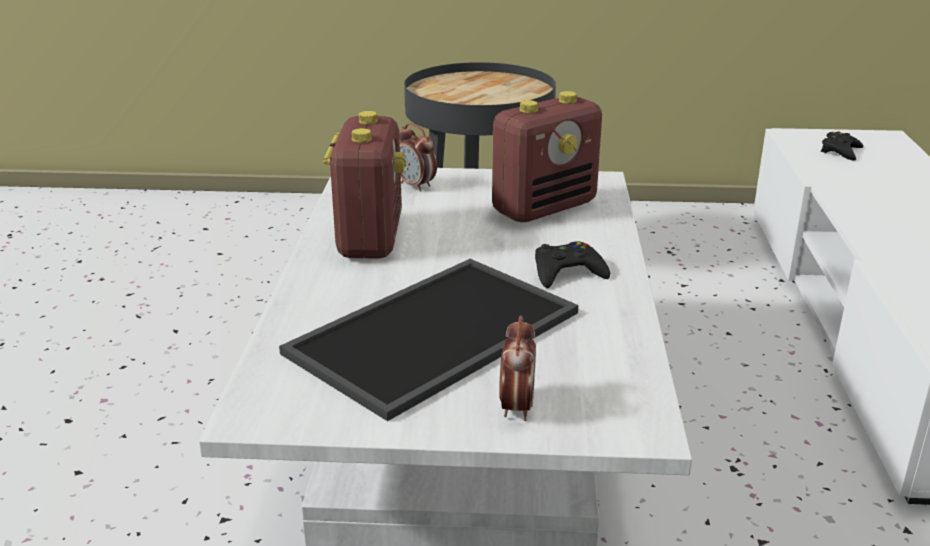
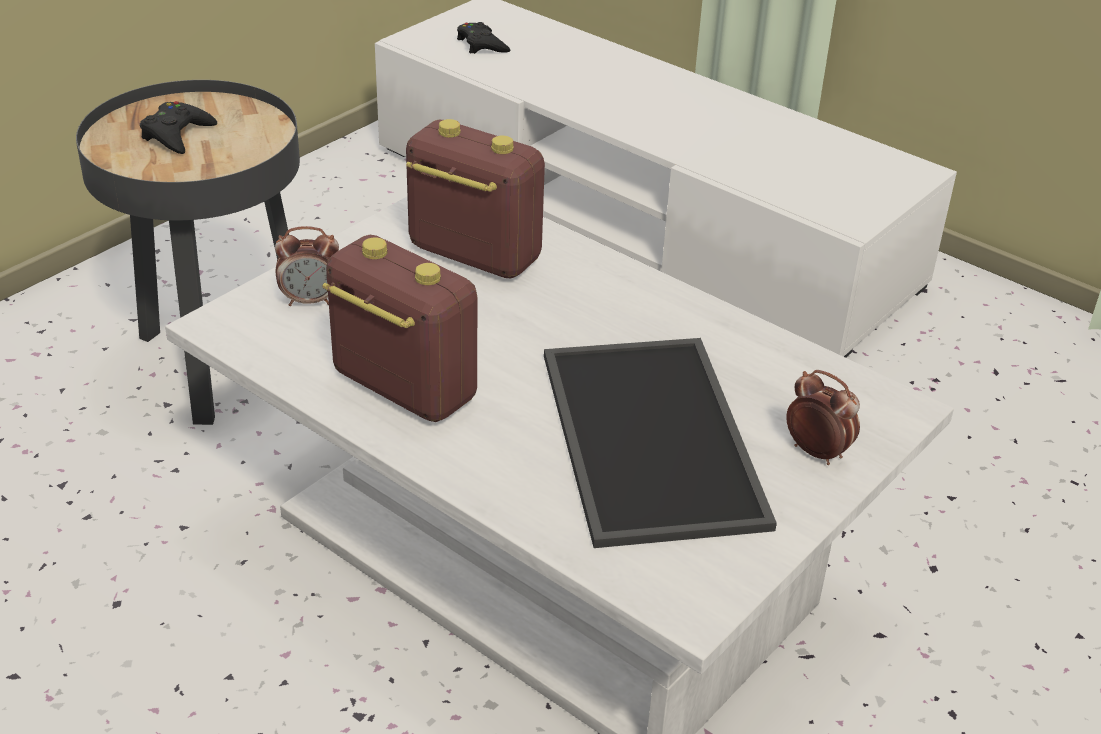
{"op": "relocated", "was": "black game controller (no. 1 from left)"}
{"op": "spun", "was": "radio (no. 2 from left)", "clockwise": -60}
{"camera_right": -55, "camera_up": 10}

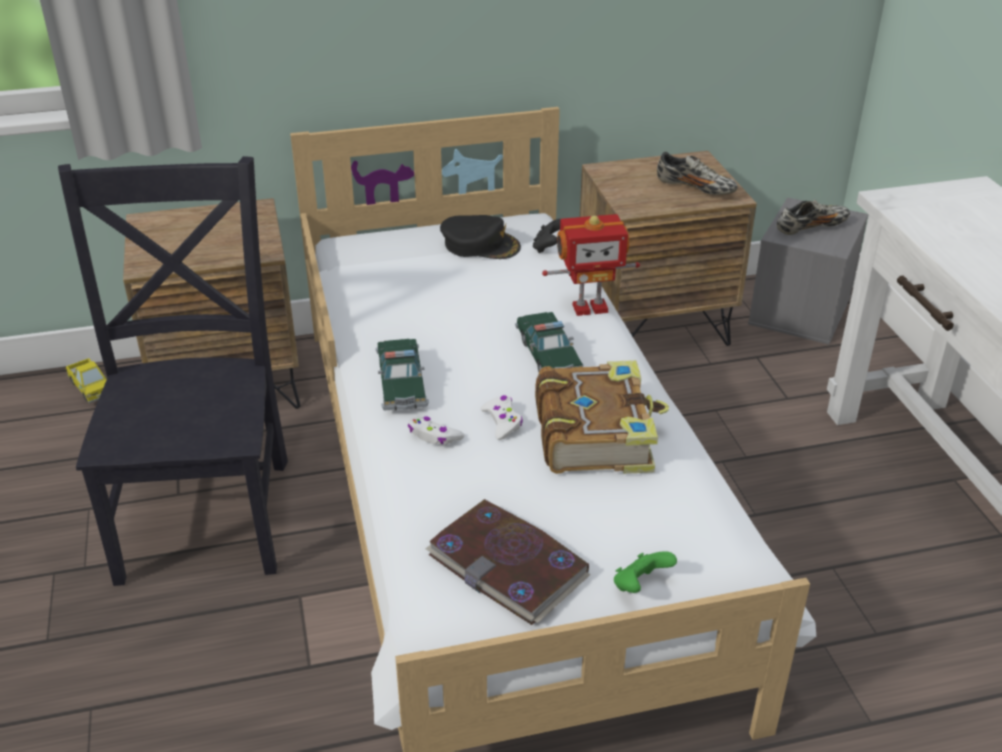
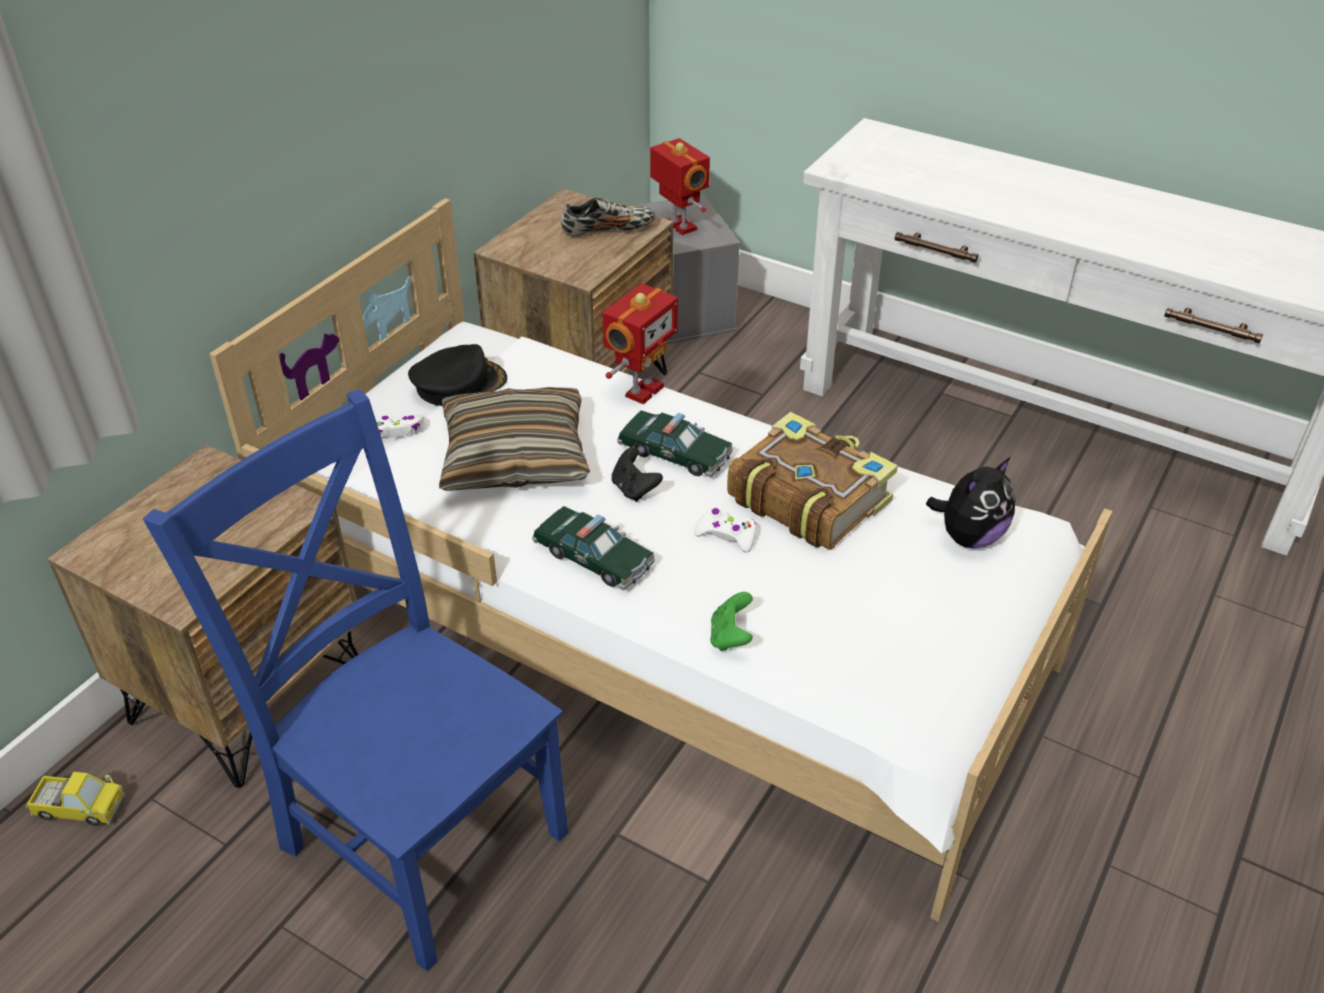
{"op": "missing", "was": "book (no. 1 from left)"}
{"op": "appeared", "now": "pillow"}
{"op": "appeared", "now": "plush toy"}
{"op": "relocated", "was": "white game controller (no. 1 from left)"}
{"op": "relocated", "was": "black game controller"}
{"op": "relocated", "was": "green game controller"}
{"op": "exchanged", "was": "shoe (no. 2 from left)", "now": "toy robot (no. 2 from left)"}
{"op": "colour", "was": "black chair", "now": "blue chair"}
{"camera_right": -45, "camera_up": 5}

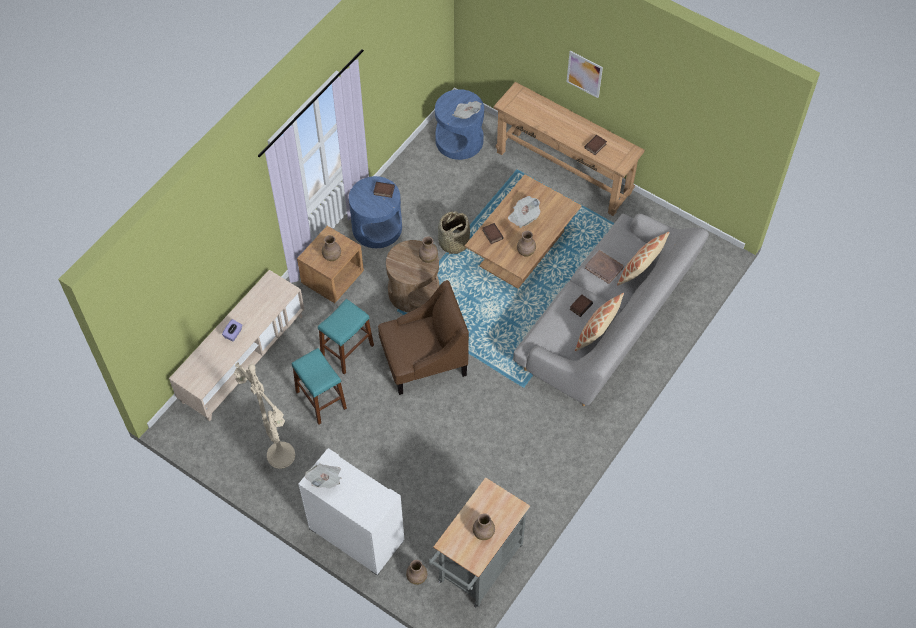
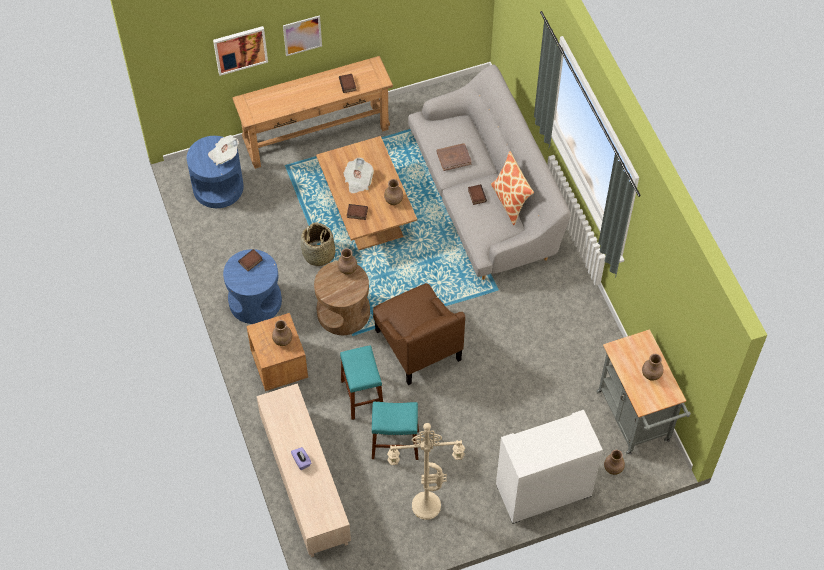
{"op": "missing", "was": "newspaper (no. 1 from left)"}
{"op": "missing", "was": "pillow (no. 2 from left)"}
{"op": "appeared", "now": "picture (no. 1 from left)"}
{"op": "spun", "was": "brown armchair", "clockwise": 135}
{"camera_right": -55, "camera_up": 0}

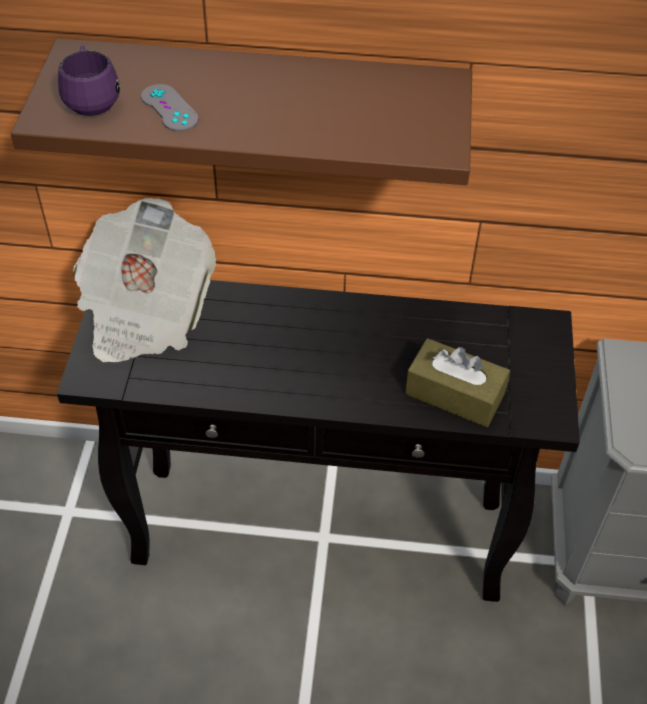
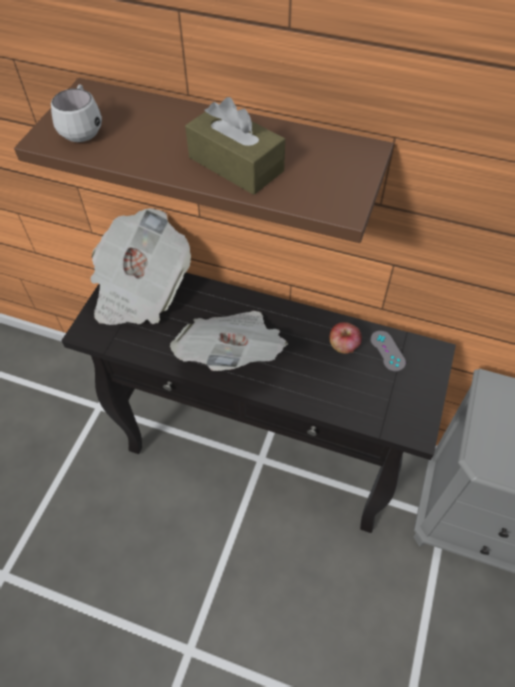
{"op": "appeared", "now": "newspaper (no. 2 from left)"}
{"op": "appeared", "now": "apple"}
{"op": "relocated", "was": "grey game controller"}
{"op": "relocated", "was": "brown tissue box"}
{"op": "colour", "was": "purple mug", "now": "white mug"}
{"camera_right": 15, "camera_up": 5}

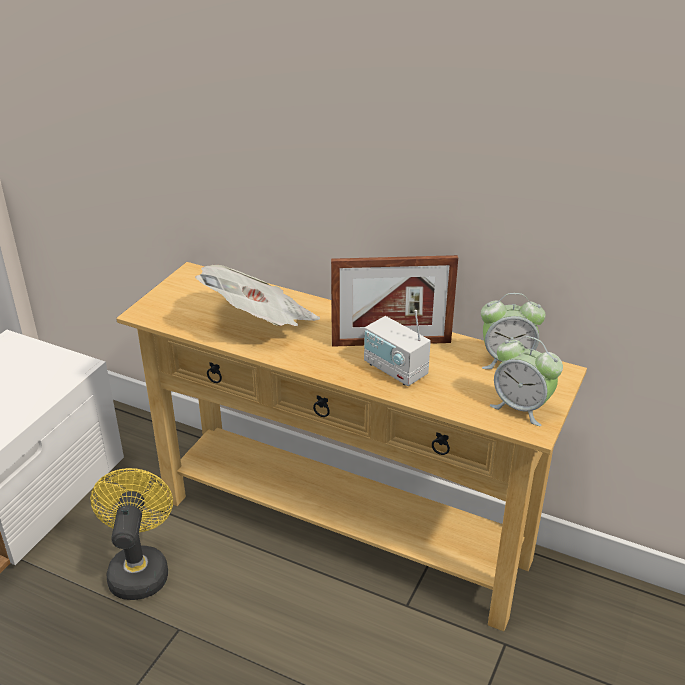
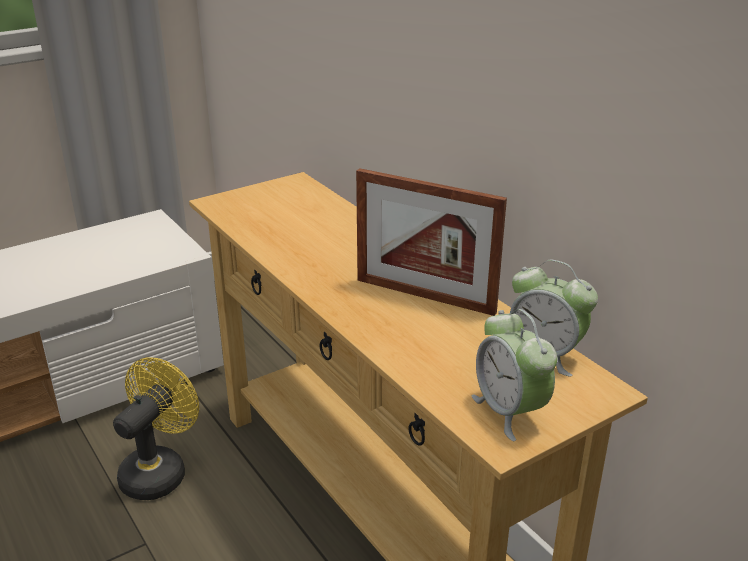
{"op": "missing", "was": "newspaper"}
{"op": "missing", "was": "radio"}
{"camera_right": 30, "camera_up": -5}

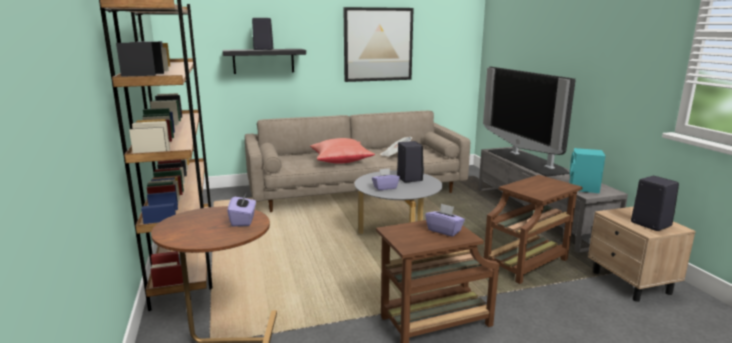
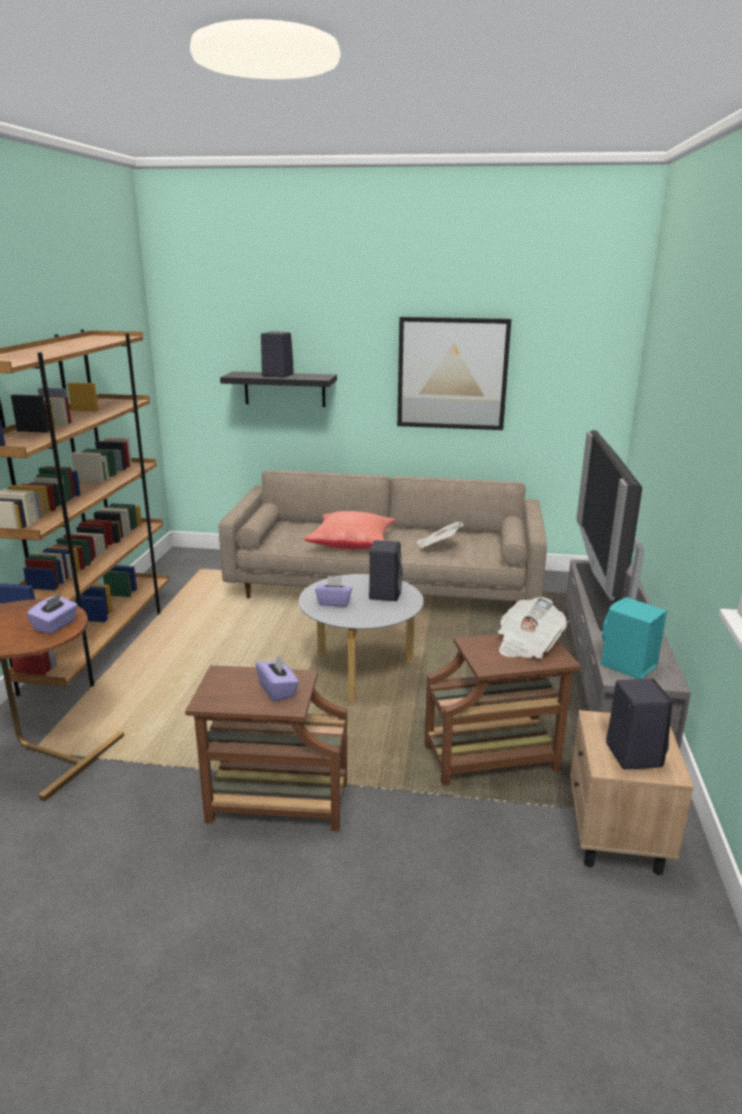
{"op": "appeared", "now": "newspaper (no. 2 from left)"}
{"camera_right": 25, "camera_up": 5}

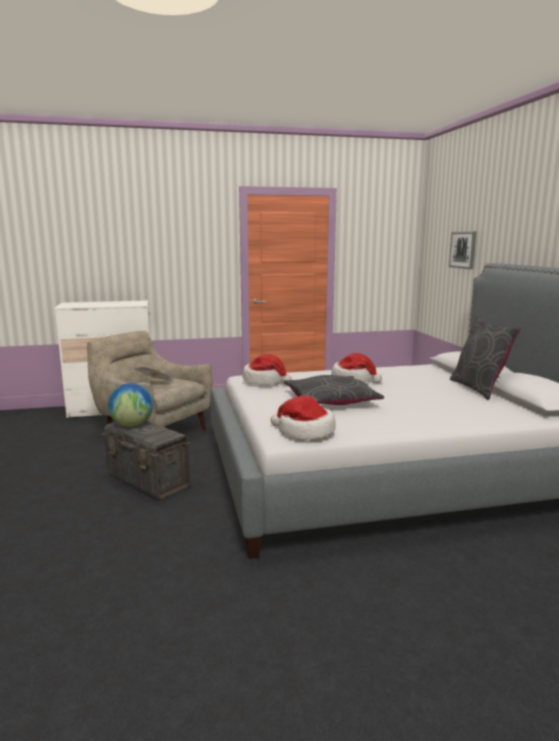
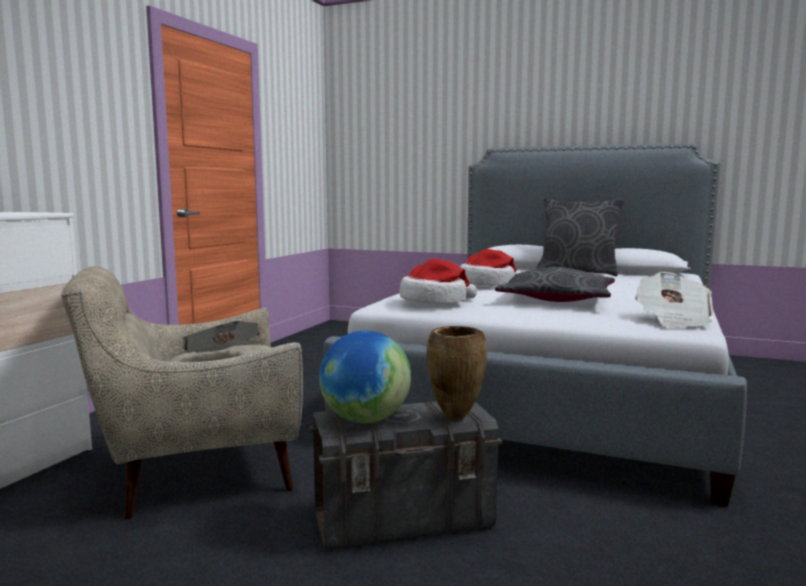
{"op": "missing", "was": "picture"}
{"op": "appeared", "now": "brown vase"}
{"op": "exchanged", "was": "hat (no. 2 from left)", "now": "newspaper (no. 2 from left)"}
{"camera_right": -55, "camera_up": -5}

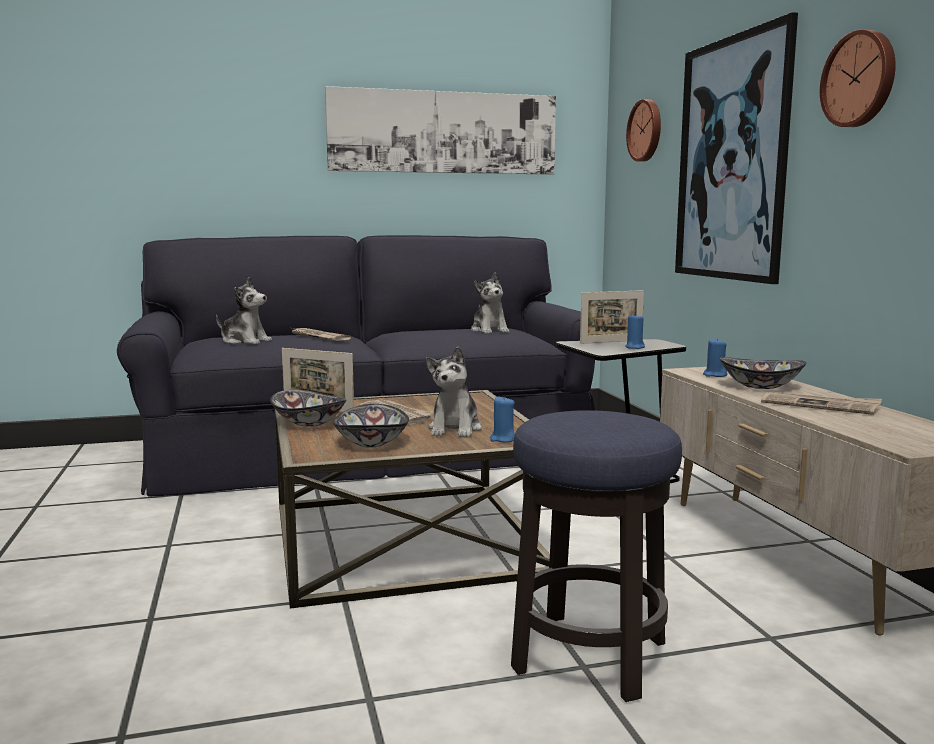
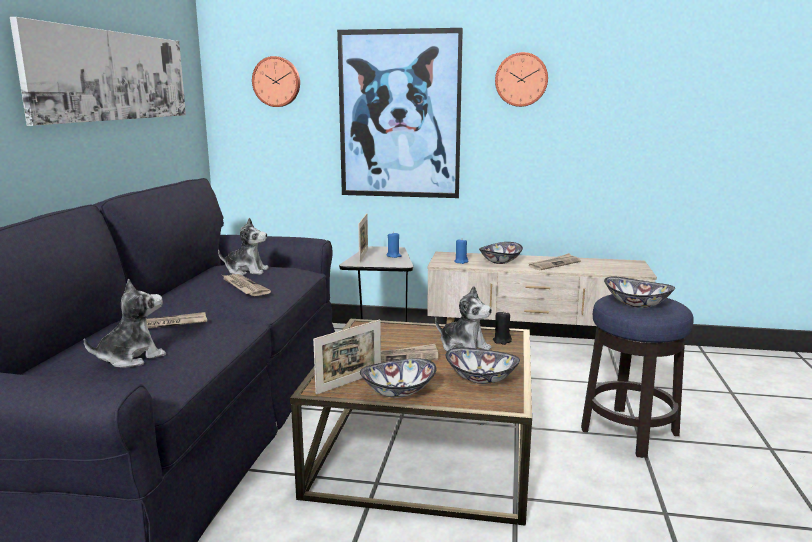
{"op": "appeared", "now": "newspaper (no. 2 from left)"}
{"op": "appeared", "now": "bowl (no. 4 from left)"}
{"op": "colour", "was": "blue candle (no. 1 from left)", "now": "black candle"}
{"camera_right": -65, "camera_up": 5}

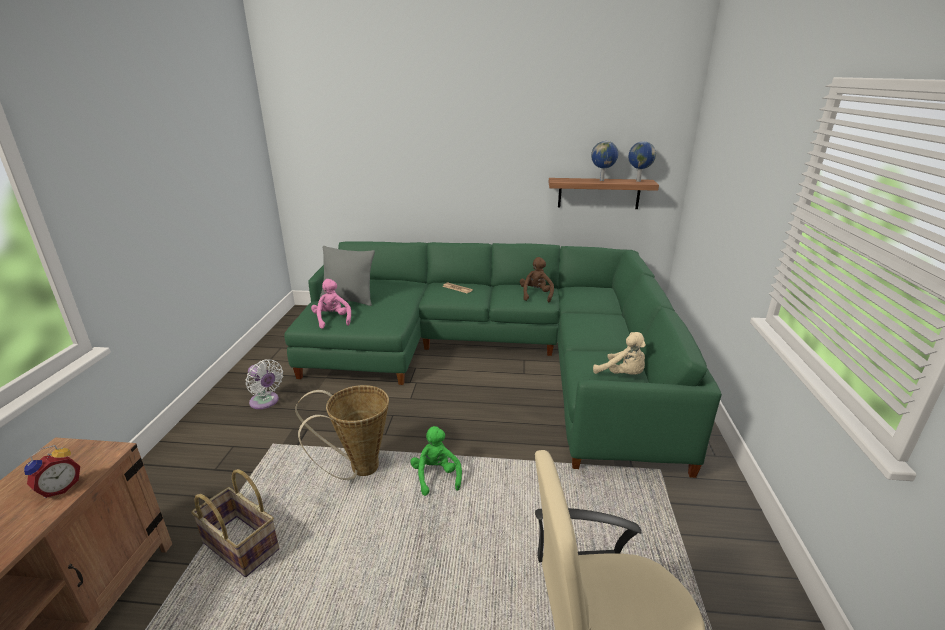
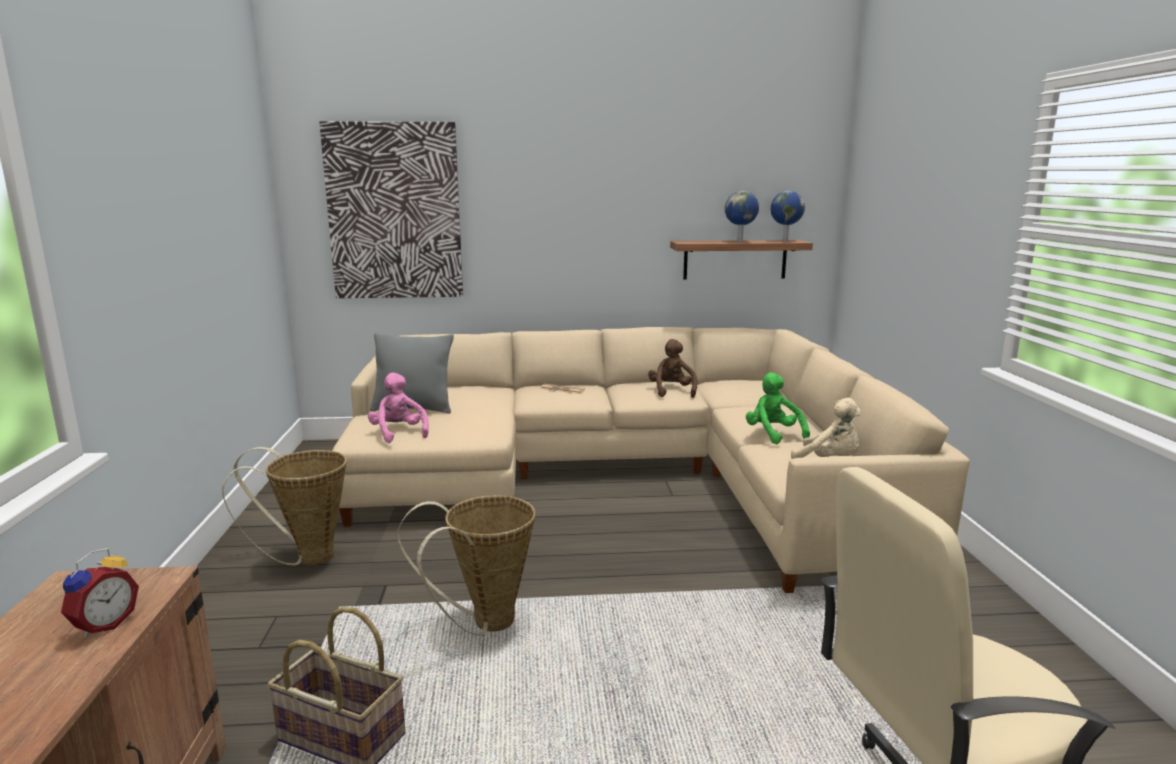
{"op": "appeared", "now": "picture"}
{"op": "relocated", "was": "green plush toy"}
{"op": "exchanged", "was": "white fan", "now": "basket (no. 1 from left)"}
{"op": "colour", "was": "green sofa", "now": "beige sofa"}
{"camera_right": -10, "camera_up": -10}

